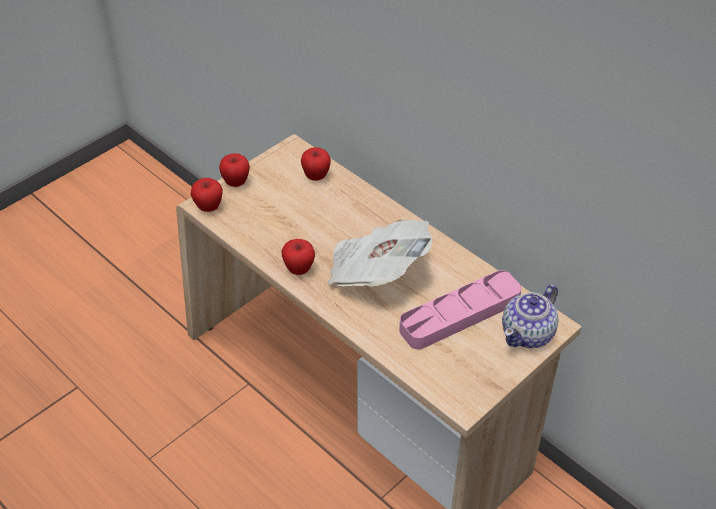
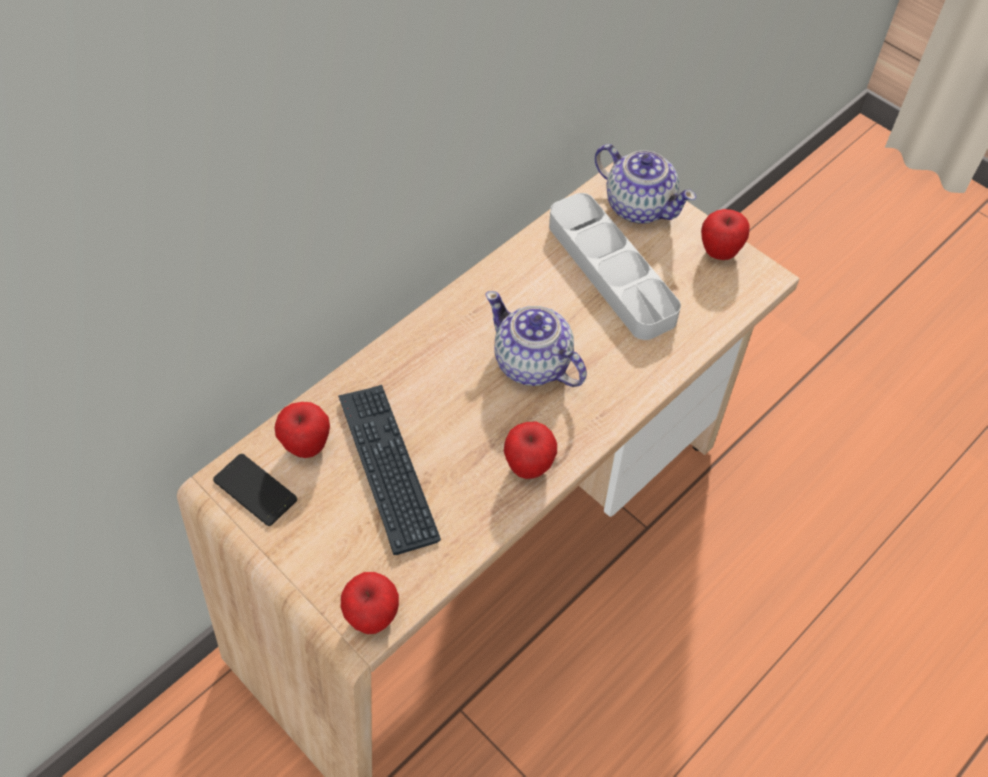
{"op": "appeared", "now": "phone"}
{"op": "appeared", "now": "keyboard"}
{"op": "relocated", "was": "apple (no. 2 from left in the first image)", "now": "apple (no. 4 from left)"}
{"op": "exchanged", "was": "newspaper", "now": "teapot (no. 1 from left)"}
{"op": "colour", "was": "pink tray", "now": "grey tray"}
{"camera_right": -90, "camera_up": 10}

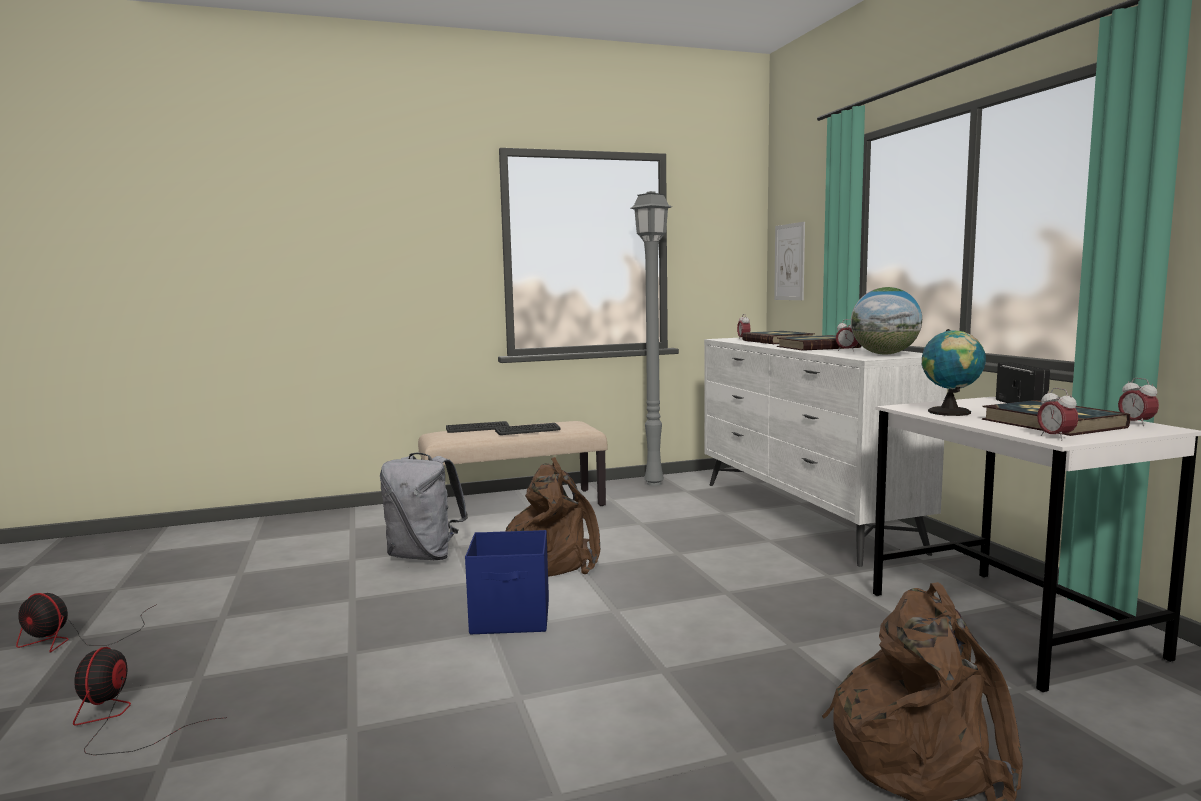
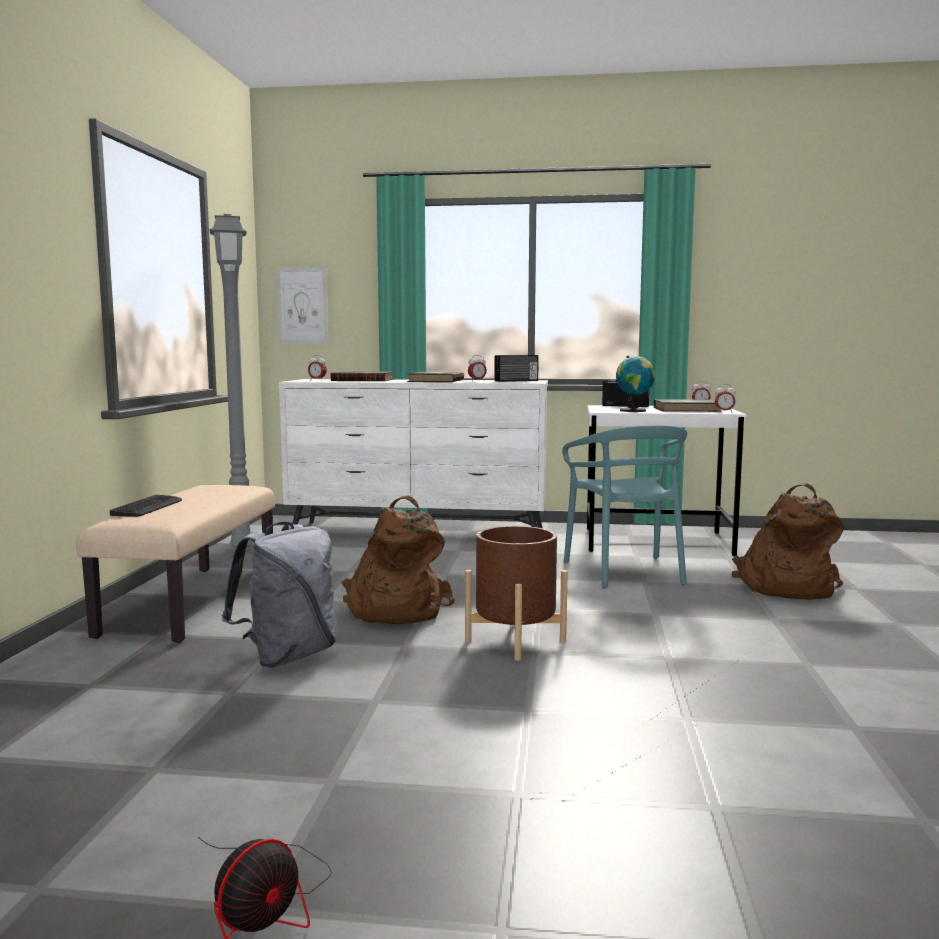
{"op": "missing", "was": "fan (no. 2 from left)"}
{"op": "missing", "was": "keyboard (no. 2 from left)"}
{"op": "appeared", "now": "turquoise chair"}
{"op": "exchanged", "was": "blue storage box", "now": "brown planter"}
{"op": "exchanged", "was": "globe (no. 1 from left)", "now": "radio (no. 1 from left)"}
{"camera_right": -65, "camera_up": 0}

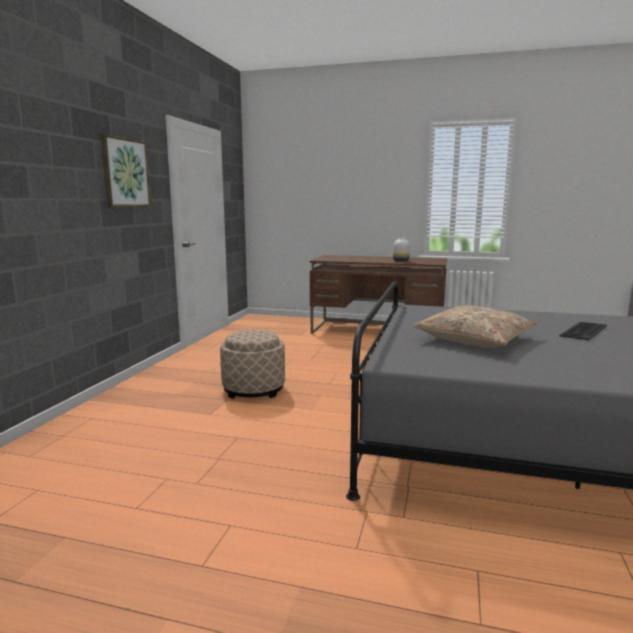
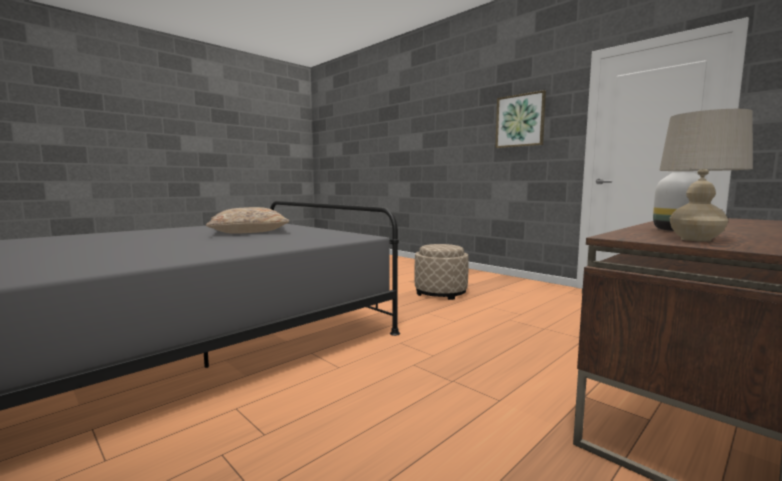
{"op": "missing", "was": "keyboard"}
{"op": "appeared", "now": "beige table lamp"}
{"camera_right": 120, "camera_up": -5}

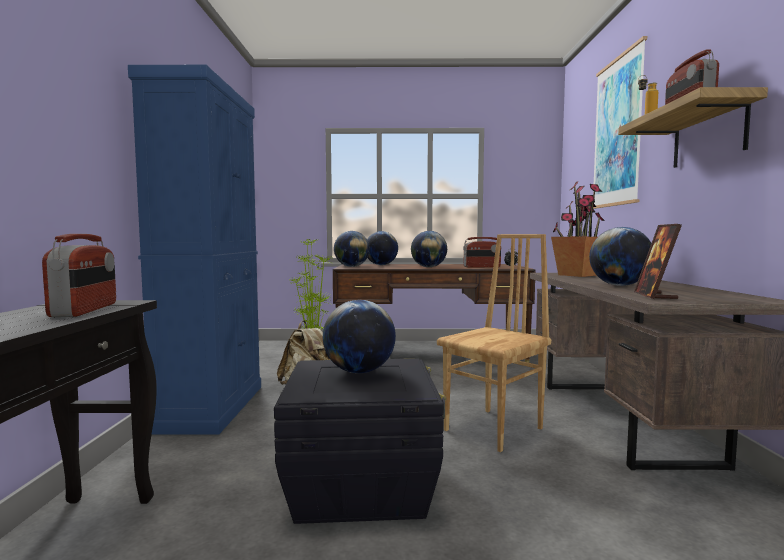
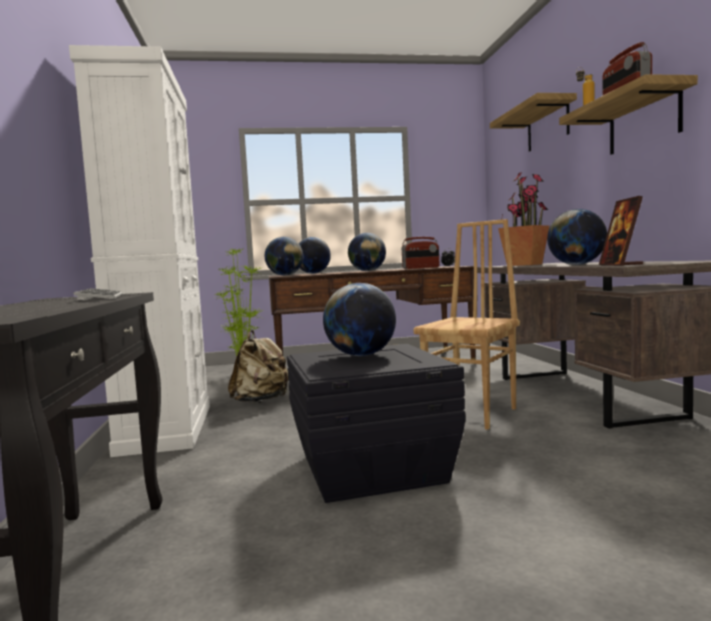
{"op": "exchanged", "was": "radio (no. 1 from left)", "now": "keyboard"}
{"op": "exchanged", "was": "picture", "now": "shelf (no. 1 from left)"}
{"op": "colour", "was": "blue cabinet", "now": "white cabinet"}
{"camera_right": -10, "camera_up": 0}

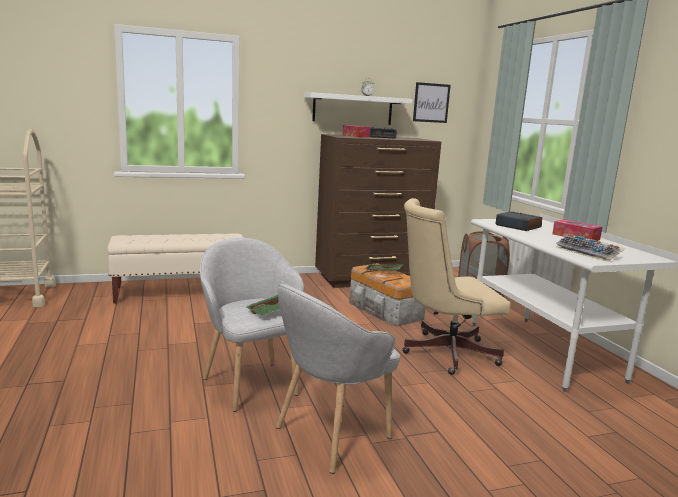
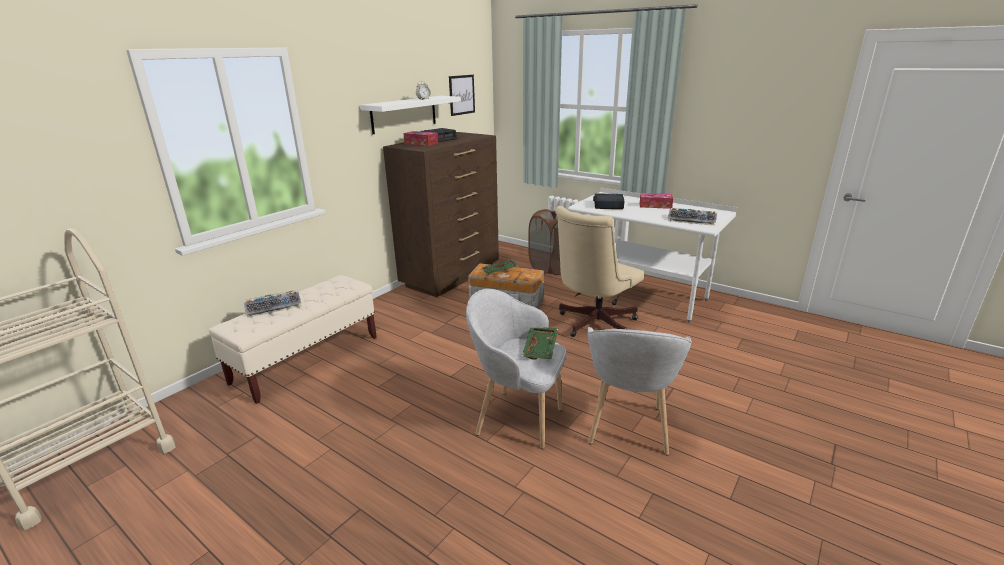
{"op": "appeared", "now": "keyboard (no. 1 from left)"}
{"camera_right": -35, "camera_up": 10}

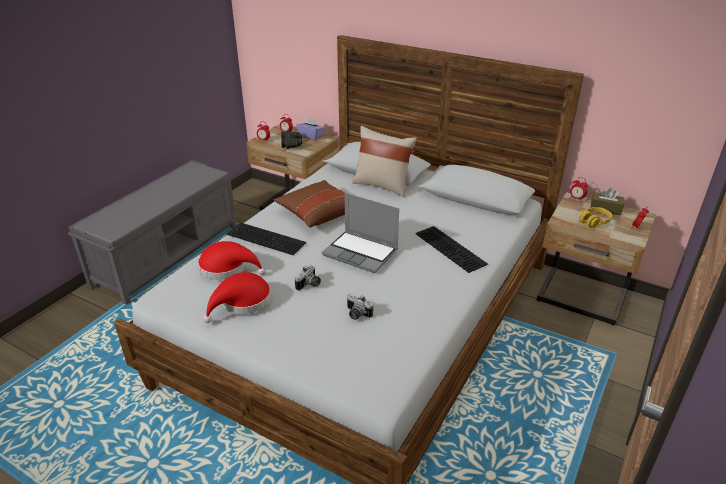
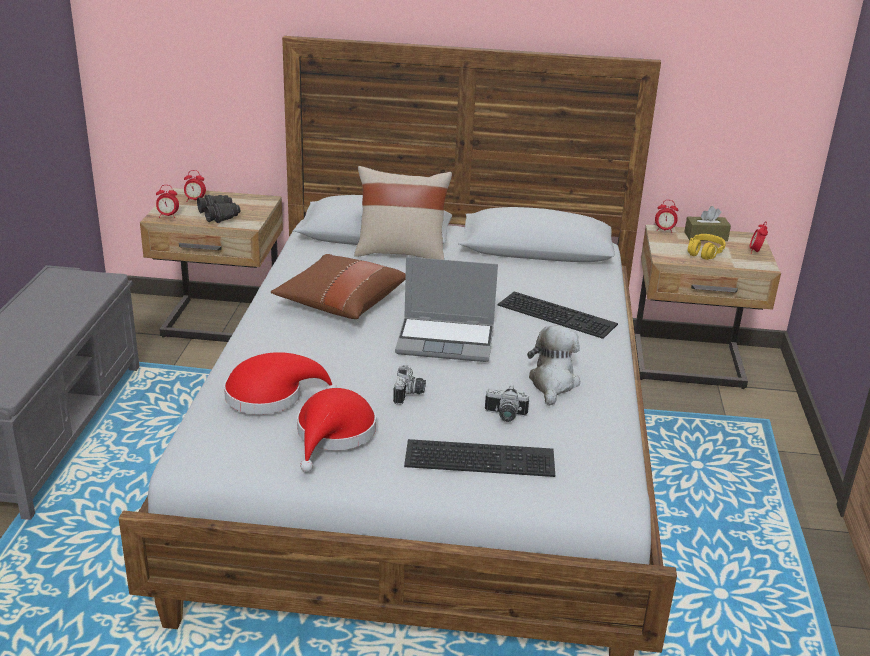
{"op": "missing", "was": "purple tissue box"}
{"op": "appeared", "now": "plush toy"}
{"op": "relocated", "was": "keyboard (no. 1 from left)"}
{"camera_right": -25, "camera_up": -5}

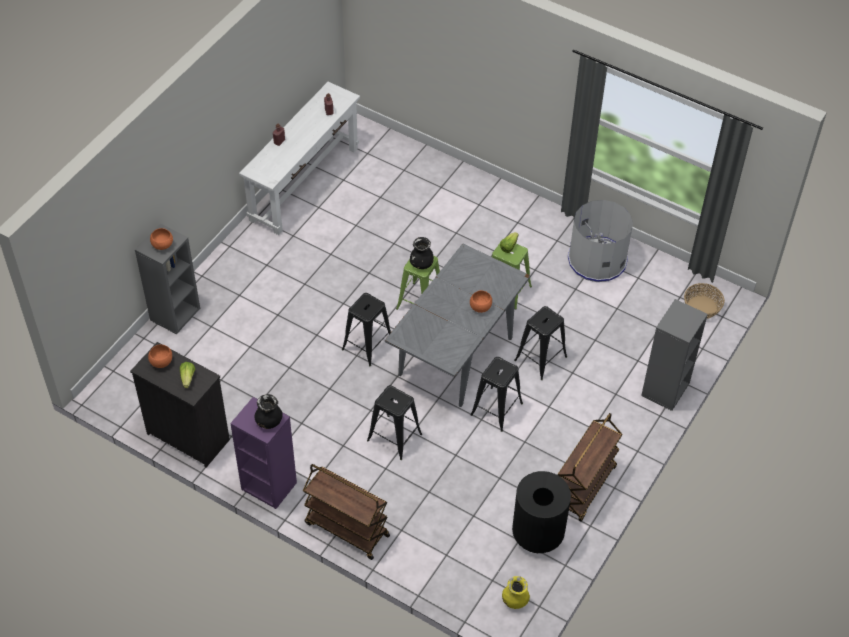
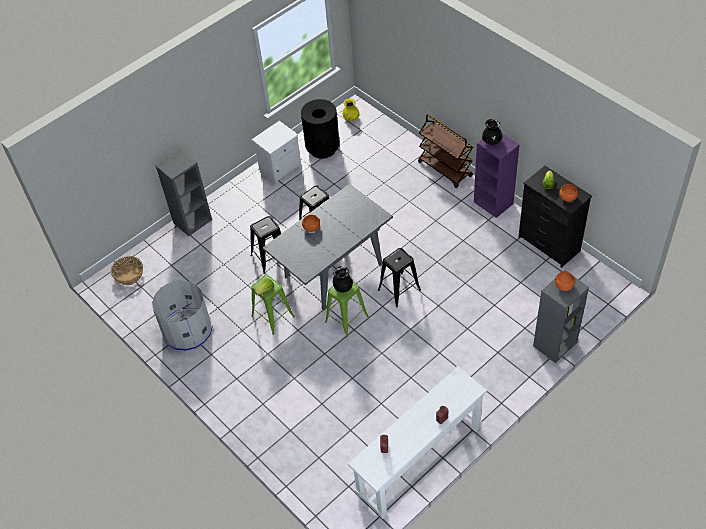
{"op": "missing", "was": "black stool (no. 2 from left)"}
{"op": "exchanged", "was": "brown cart (no. 2 from left)", "now": "white nightstand"}
{"camera_right": -160, "camera_up": 0}

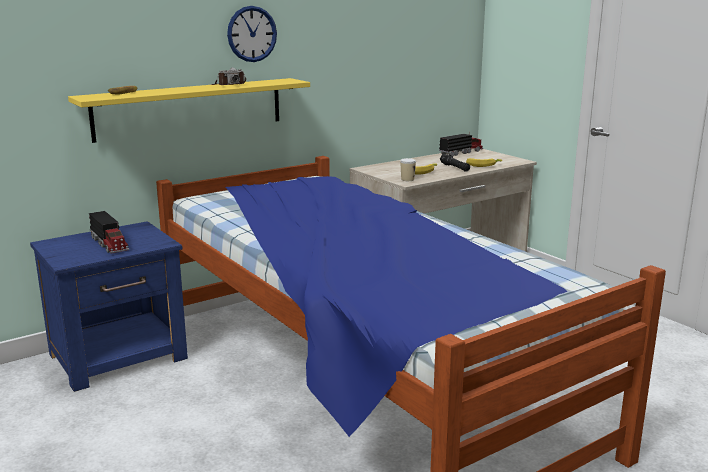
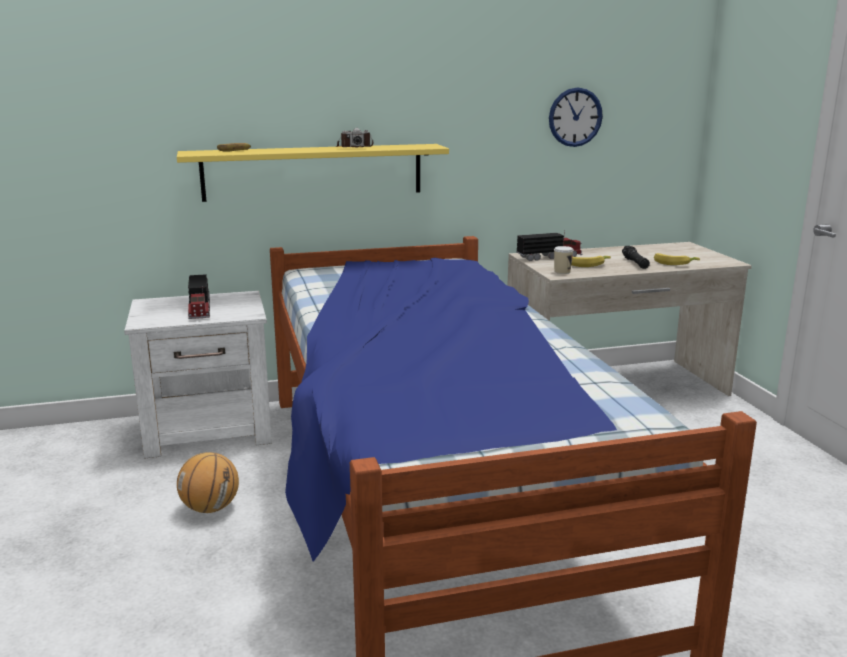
{"op": "appeared", "now": "basketball"}
{"op": "relocated", "was": "wall clock"}
{"op": "relocated", "was": "toy truck (no. 2 from left)"}
{"op": "colour", "was": "blue nightstand", "now": "white nightstand"}
{"camera_right": 20, "camera_up": 0}

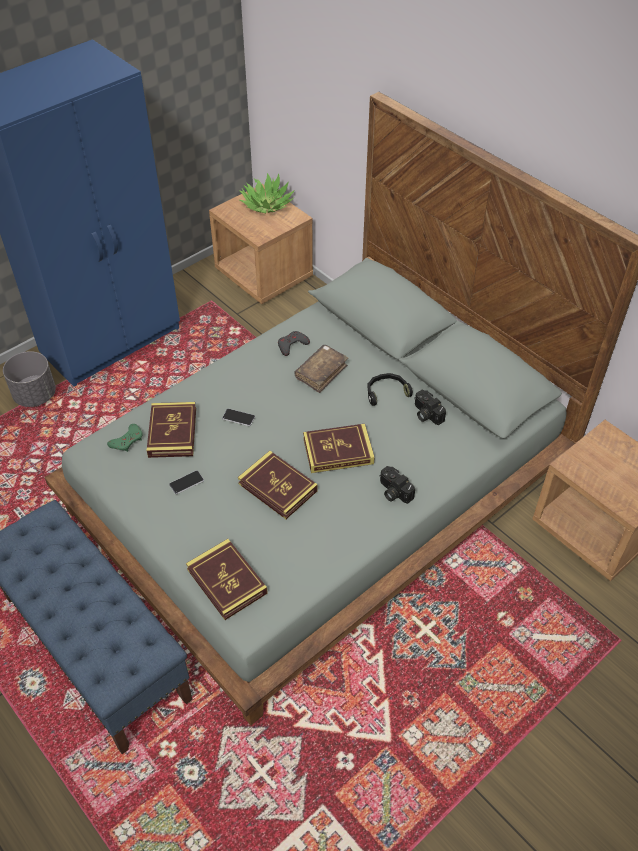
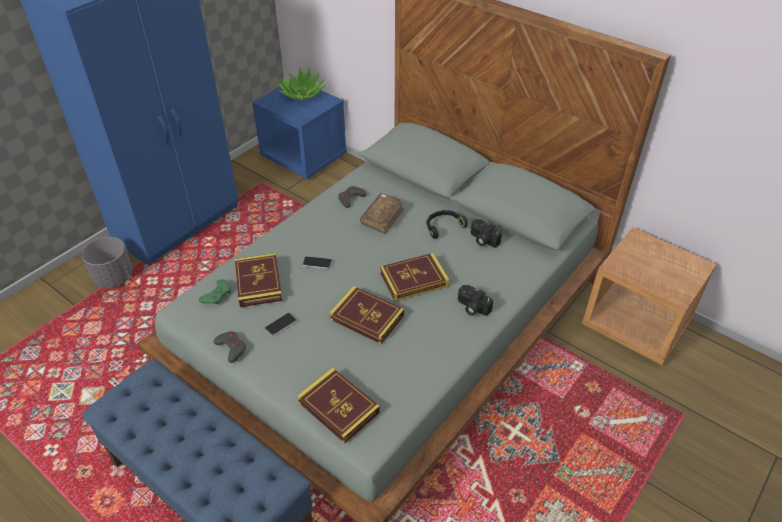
{"op": "appeared", "now": "grey game controller (no. 1 from left)"}
{"op": "colour", "was": "brown nightstand (no. 1 from left)", "now": "blue nightstand"}
{"camera_right": -10, "camera_up": -5}

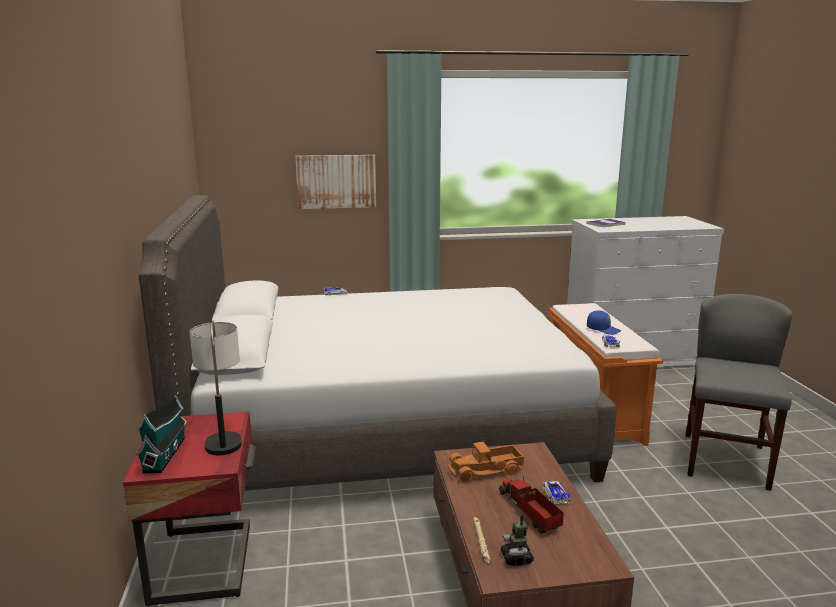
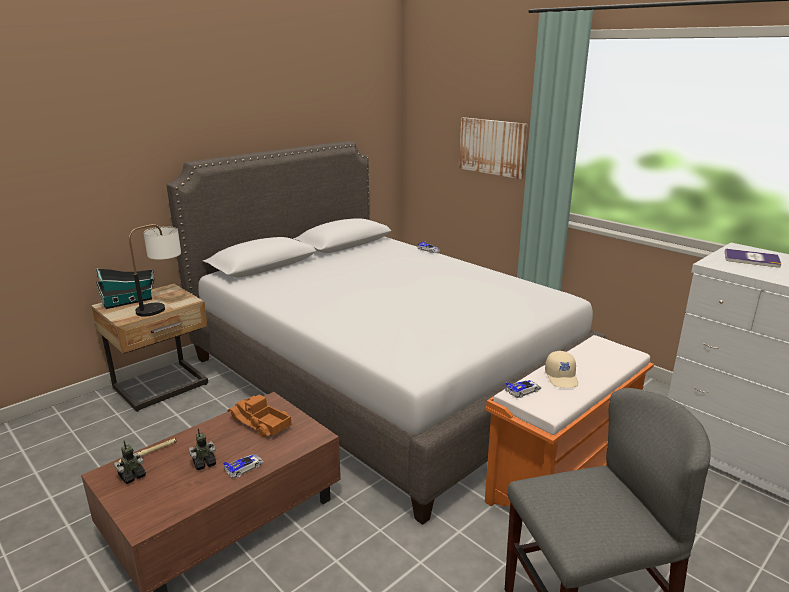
{"op": "exchanged", "was": "toy truck (no. 2 from left)", "now": "toy robot (no. 2 from left)"}
{"op": "colour", "was": "red nightstand", "now": "beige nightstand"}
{"op": "colour", "was": "blue cap", "now": "beige cap"}
{"camera_right": 55, "camera_up": 5}

